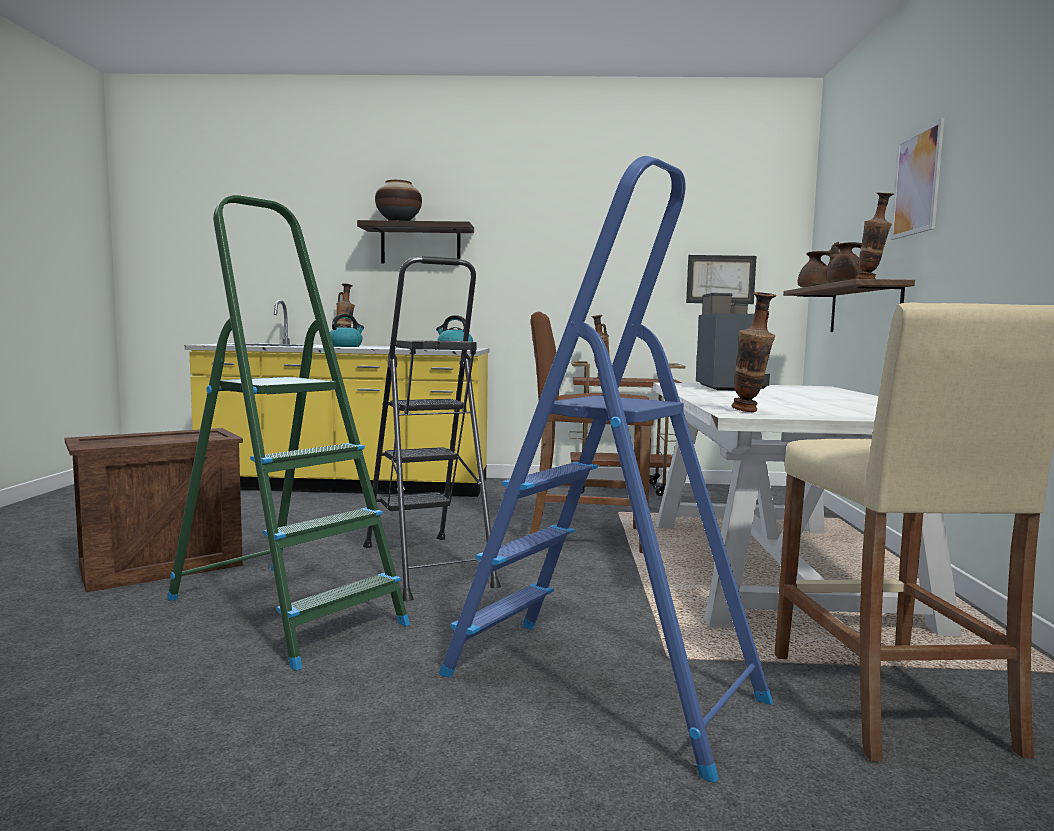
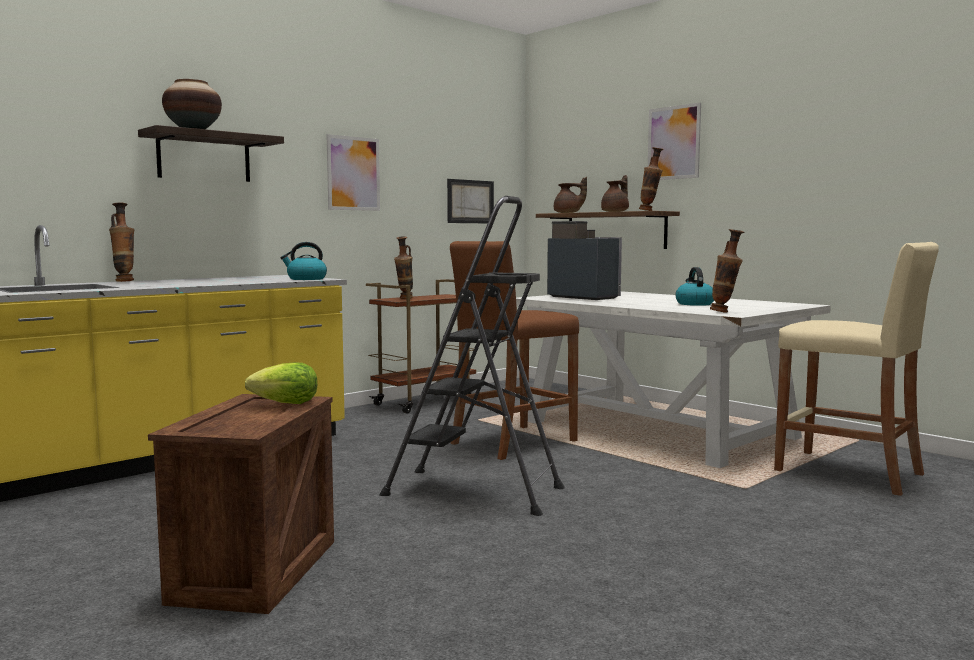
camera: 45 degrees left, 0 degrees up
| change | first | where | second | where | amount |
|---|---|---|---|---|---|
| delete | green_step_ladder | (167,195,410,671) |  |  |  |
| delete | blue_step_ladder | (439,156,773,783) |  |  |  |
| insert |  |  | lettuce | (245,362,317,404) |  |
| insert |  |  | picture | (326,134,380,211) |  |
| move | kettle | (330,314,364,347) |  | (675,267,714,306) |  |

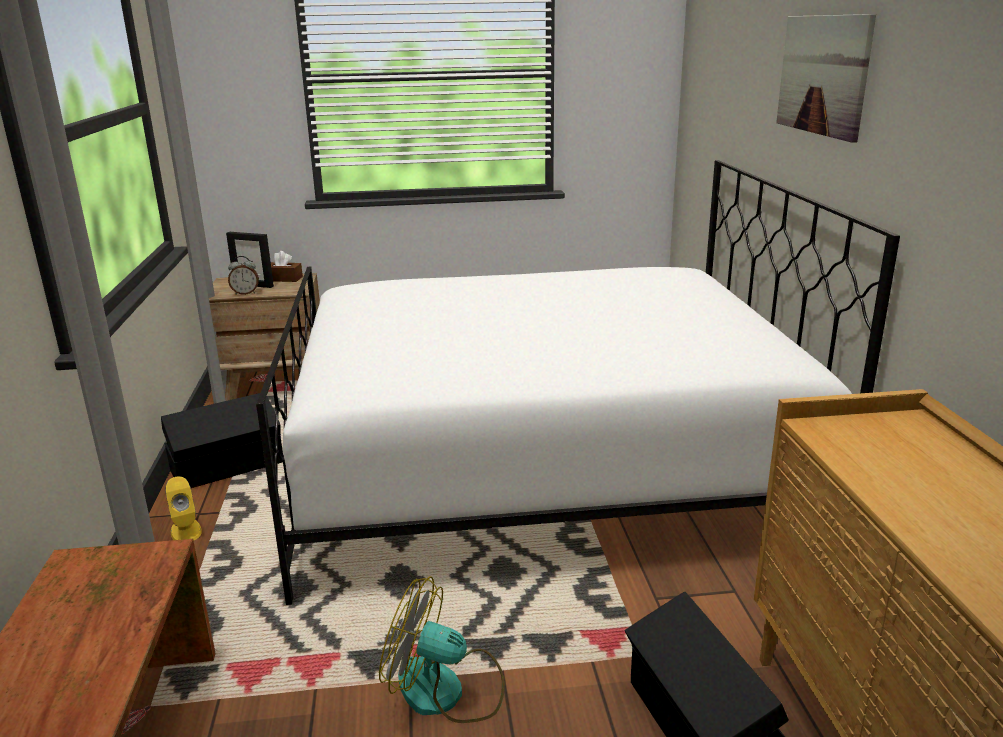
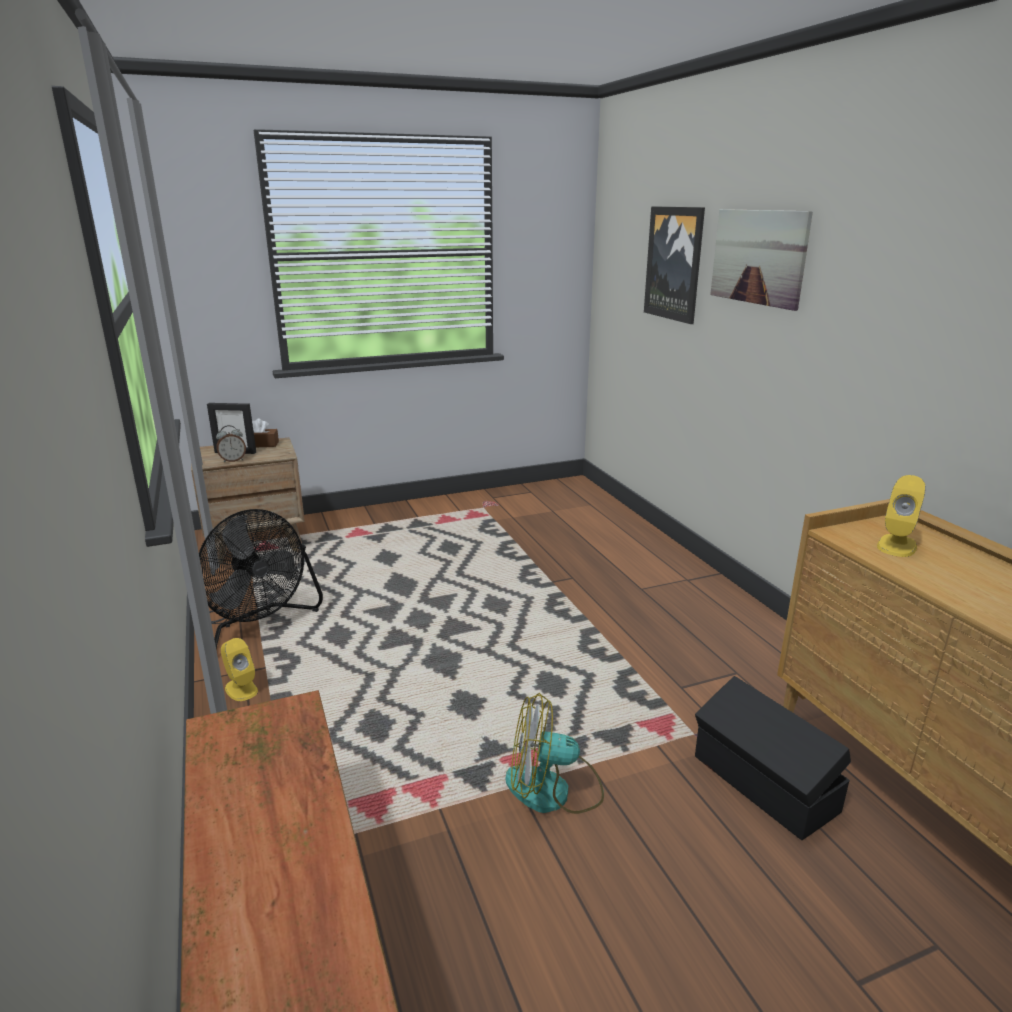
camera: 15 degrees left, 0 degrees up
| change | first | where | second | where | amount |
|---|---|---|---|---|---|
| delete | white_bed | (256,160,900,605) |  |  |  |
| insert |  |  | picture | (644,206,705,324) |  |
| insert |  |  | yellow_speaker | (877,475,926,557) |  |
| replace | black_storage_box | (161,393,283,488) | black_fan | (199,509,323,649) |  |

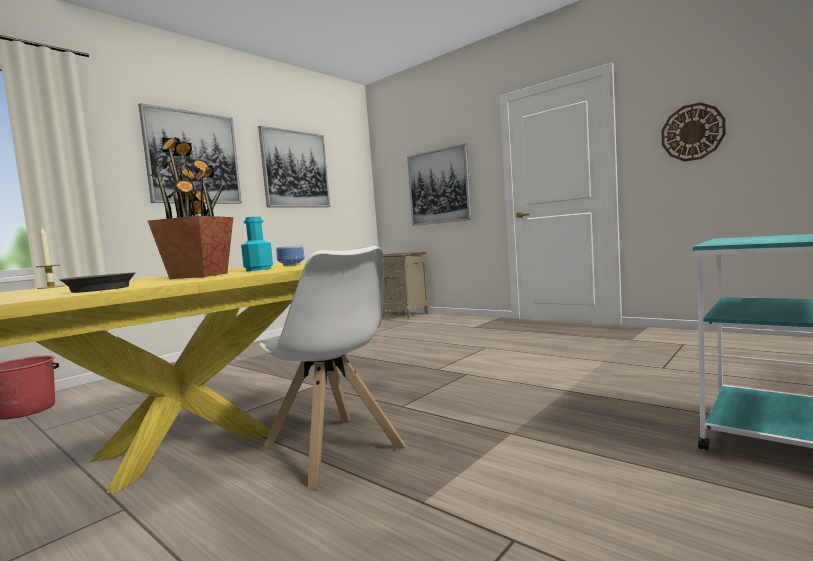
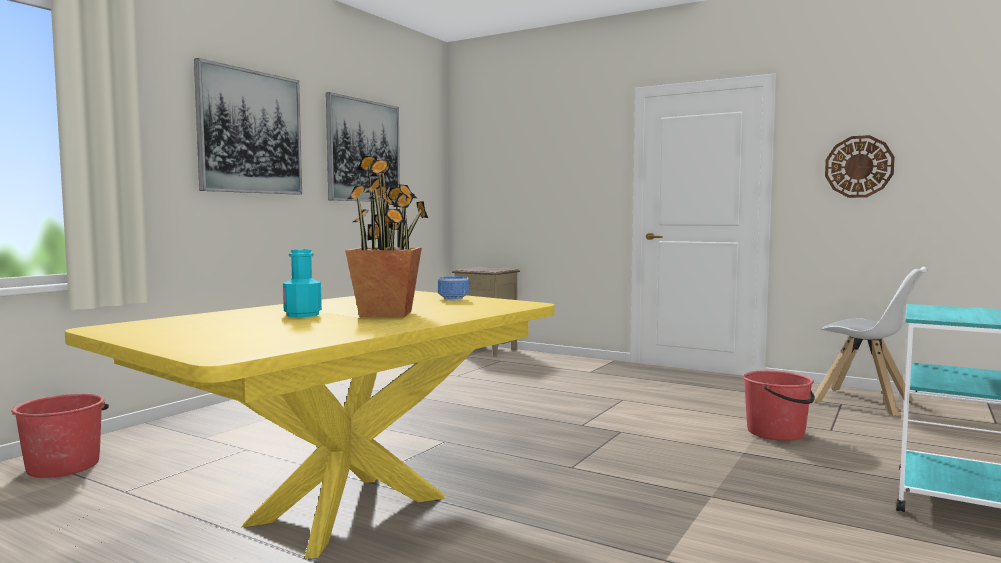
camera: 10 degrees left, 0 degrees up
| change | first | where | second | where | amount |
|---|---|---|---|---|---|
| delete | candle | (36,228,65,289) |  |  |  |
| delete | brown_frying_pan | (59,272,136,293) |  |  |  |
| delete | picture | (407,144,472,226) |  |  |  |
| insert |  |  | red_bucket | (743,370,815,441) |  |
| move | turquoise_bottle | (241,217,273,271) |  | (283,249,322,317) |  |
| move | chair | (259,246,406,488) |  | (813,267,927,416) |  |

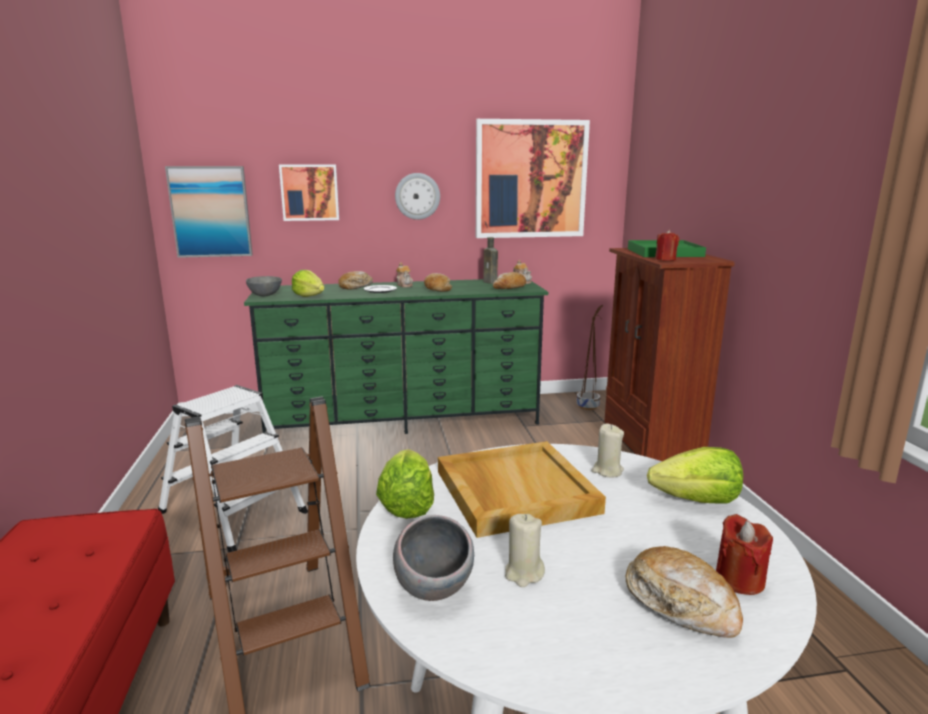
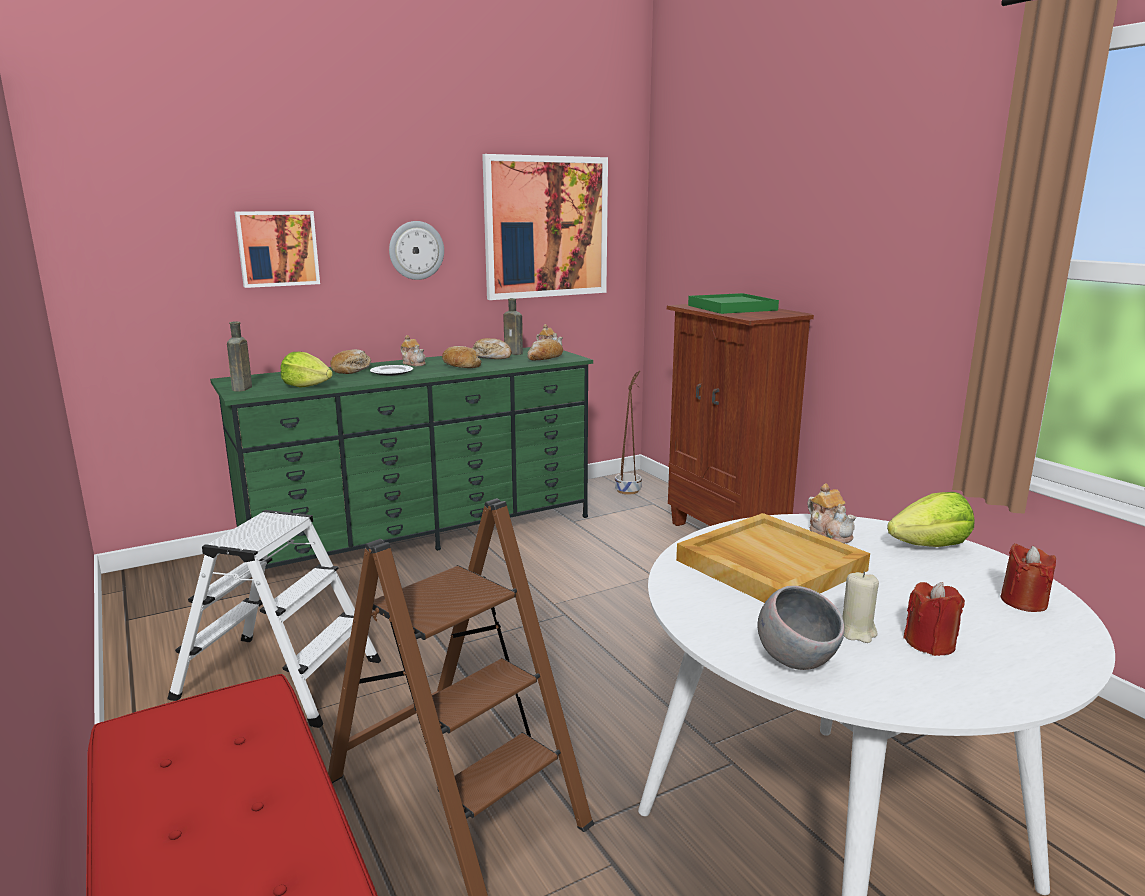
camera: 20 degrees left, 0 degrees up
| change | first | where | second | where | amount |
|---|---|---|---|---|---|
| delete | picture | (165,166,253,258) |  |  |  |
| delete | lettuce | (376,449,434,519) |  |  |  |
| move | bread | (626,546,743,638) |  | (472,338,512,359) |  |
| move | red_candle | (655,230,679,261) |  | (903,582,965,656) |  |
| replace | grey_bowl | (246,276,282,296) | brown_bottle | (227,321,252,392) |  |
| replace | beige_candle | (591,424,624,477) | teapot | (807,483,856,543) |  |

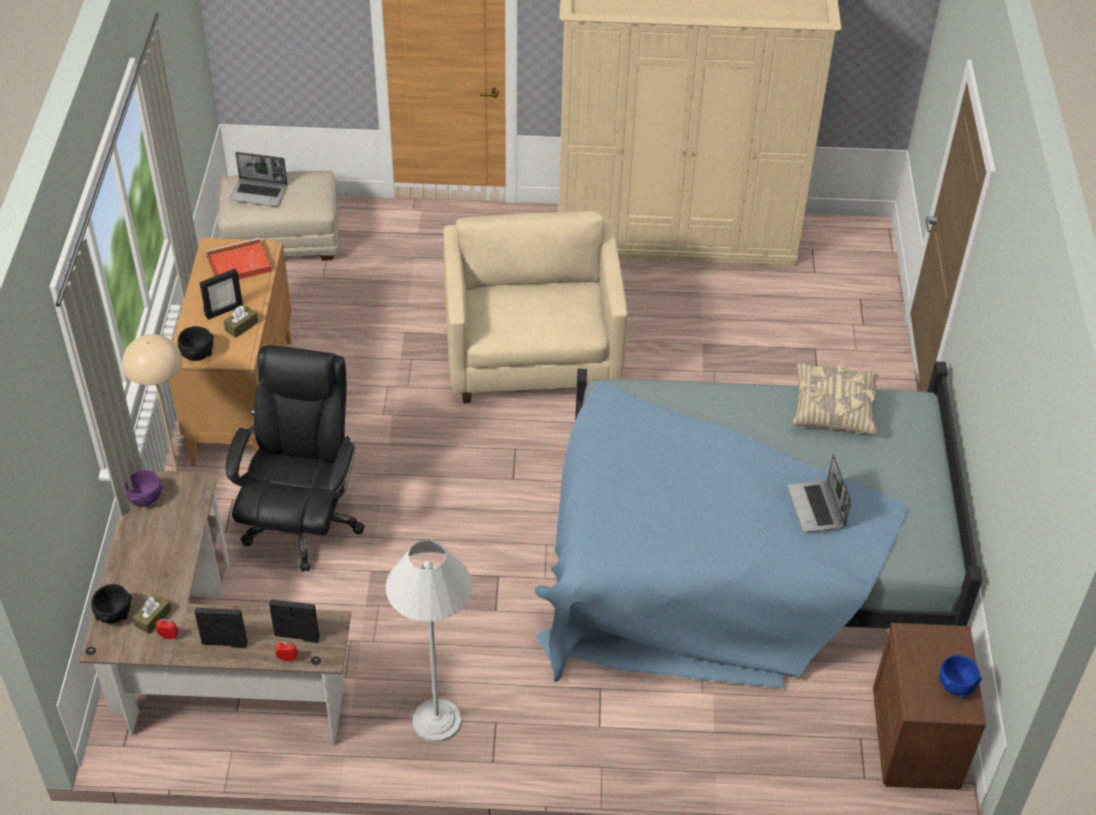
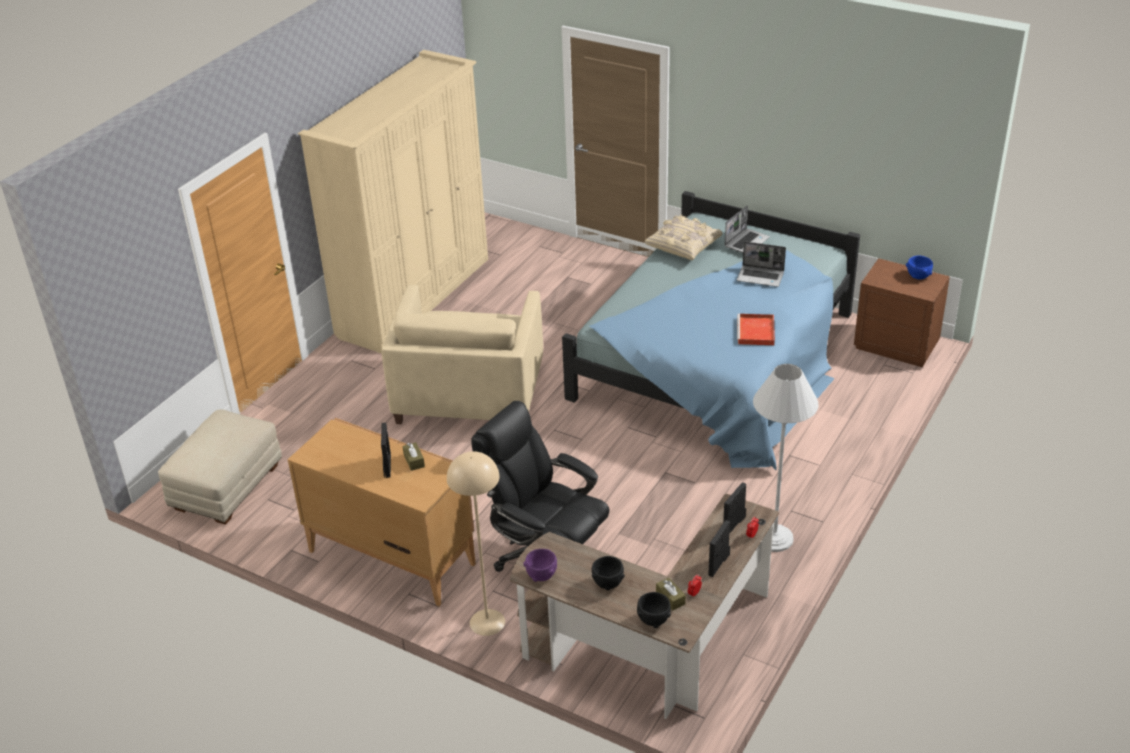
camera: 60 degrees left, 10 degrees down
| change | first | where | second | where | amount |
|---|---|---|---|---|---|
| move | black_bowl | (178,326,214,361) |  | (592,556,625,590) |  |
| move | red_tray | (206,238,272,280) |  | (737,314,775,345) |  |
| move | laptop | (229,152,288,207) |  | (724,205,770,253) |  |
| rotate | beige_armchair | (443,211,628,404) |  | (381,285,543,424) | 105 degrees counterclockwise |

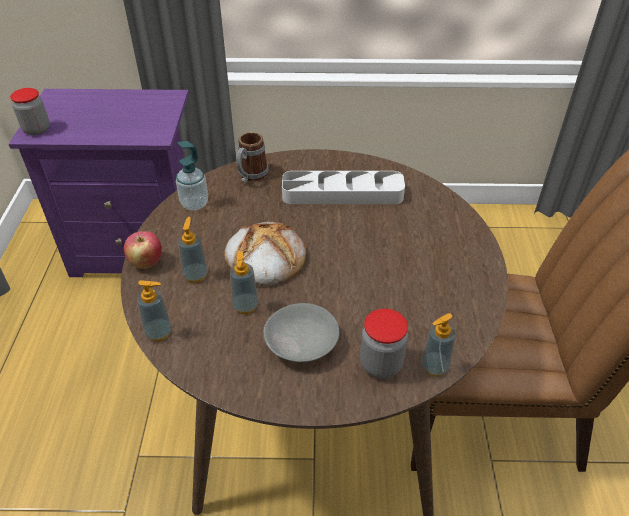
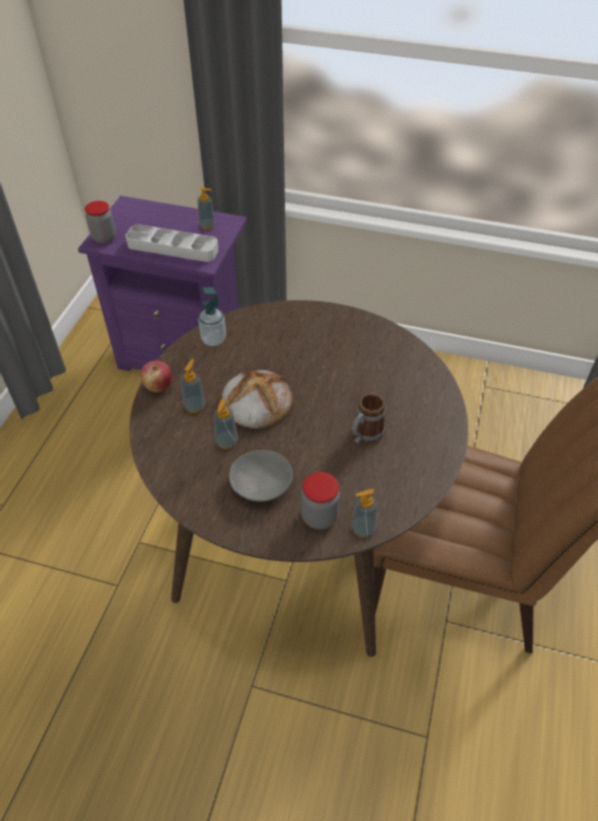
camera: 15 degrees right, 5 degrees up
| change | first | where | second | where | amount |
|---|---|---|---|---|---|
| move | soap_dispenser | (137,280,172,341) |  | (197,187,215,230) |  |
| move | mug | (236,132,269,183) |  | (352,394,386,444) |  |
| move | grey_tray | (282,171,405,204) |  | (125,224,219,262) |  |

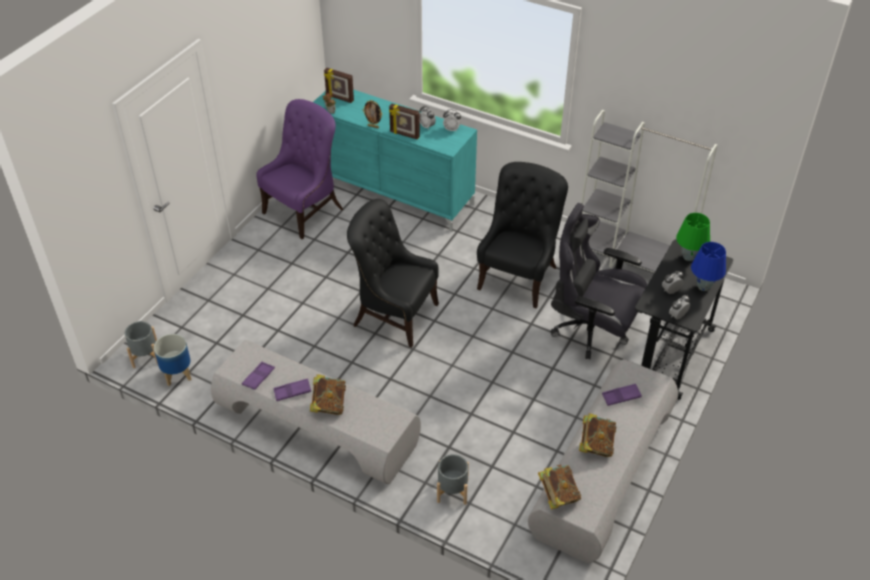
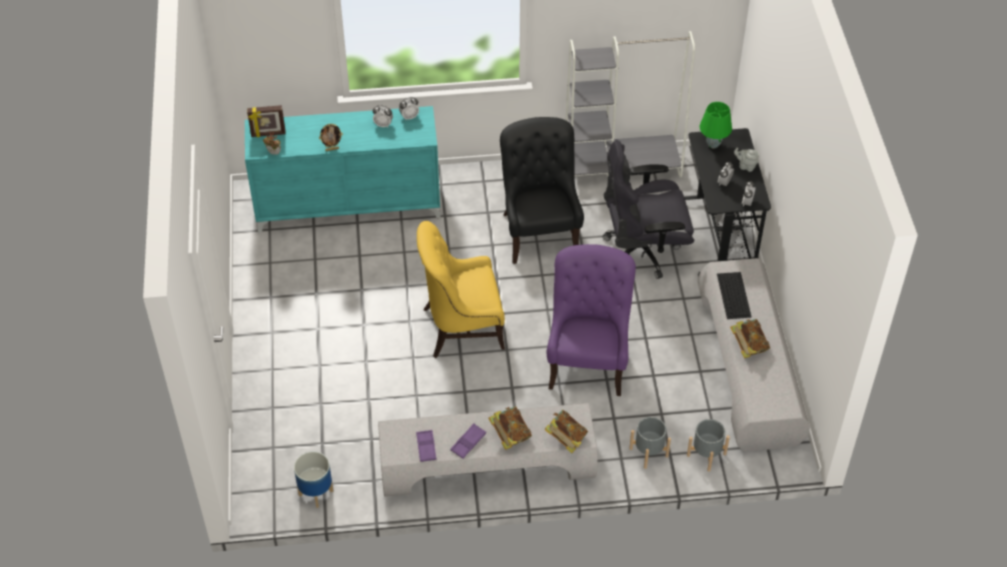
camera: 35 degrees left, 5 degrees up
| change | first | where | second | where | amount |
|---|---|---|---|---|---|
| delete | picture_frame | (389,104,420,139) |  |  |  |
| move | grey_planter | (125,321,158,368) |  | (687,419,730,472) |  |
| move | purple_chair | (256,99,343,239) |  | (546,244,636,396) |  |
| move | book | (538,465,581,510) |  | (544,410,588,453) |  |
| replace | purple_tray | (602,384,642,406) | keyboard | (717,272,752,319) |  |
| replace | blue_table_lamp | (691,242,726,291) | grey_teapot | (734,148,759,172) |  |
| recolor | black_chair | (347,199,439,348) | yellow_chair | (417,221,505,358) |  |

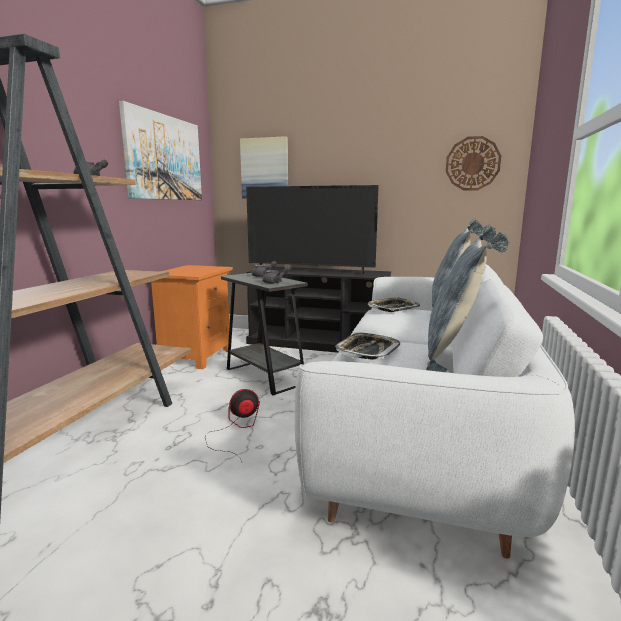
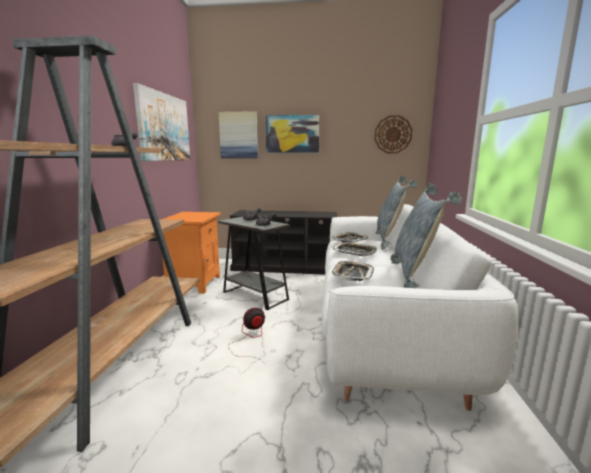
camera: 10 degrees left, 0 degrees up
| change | first | where | second | where | amount |
|---|---|---|---|---|---|
| delete | television | (246,185,379,275) |  |  |  |
| insert |  |  | picture | (265,115,320,153) |  |
| insert |  |  | tray | (333,242,377,256) |  |

